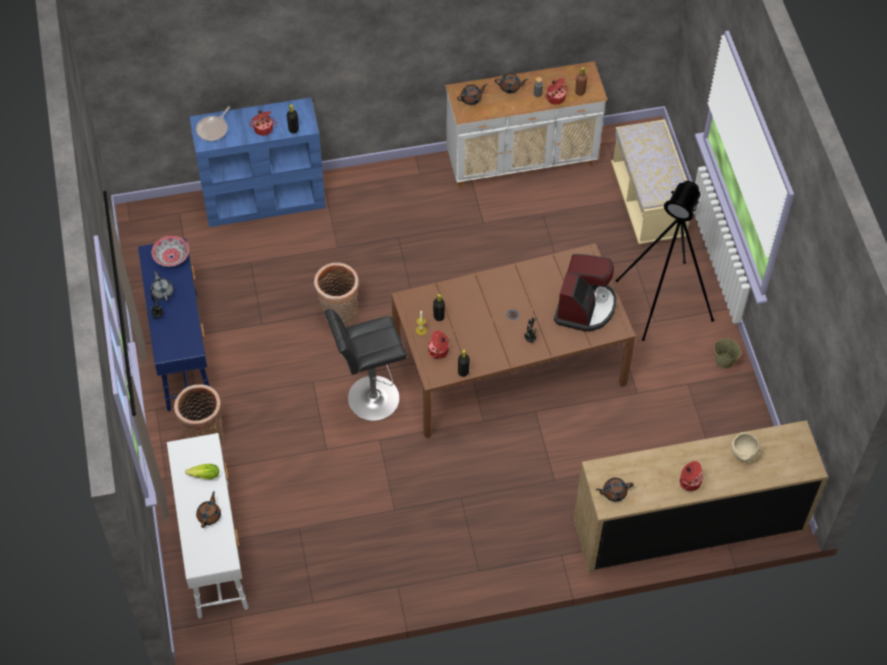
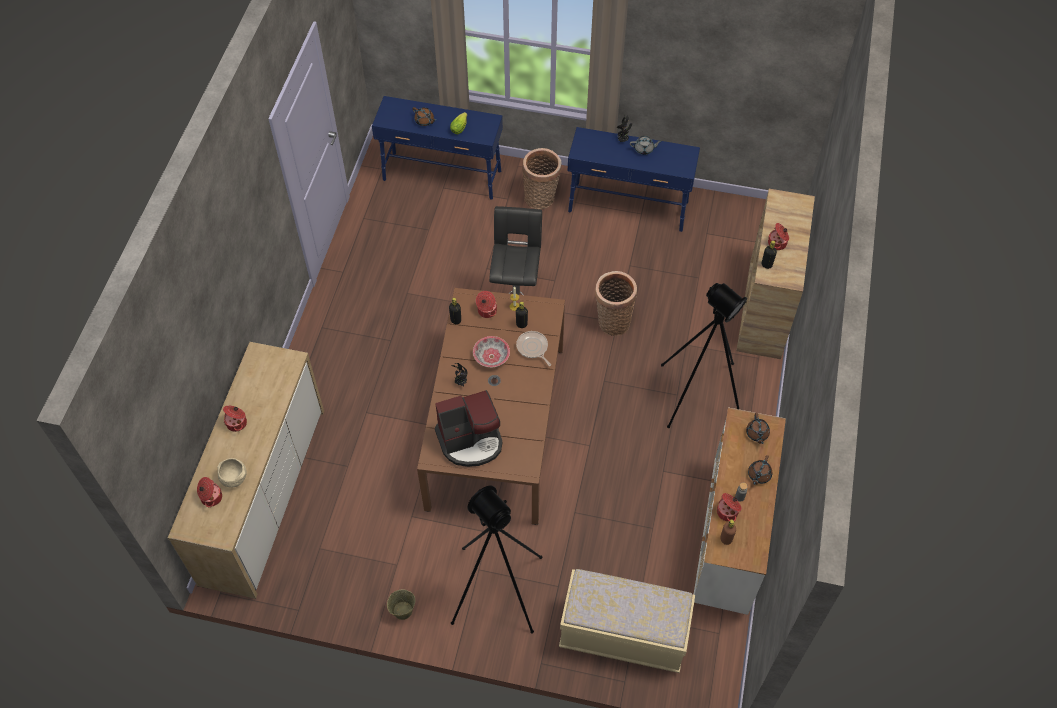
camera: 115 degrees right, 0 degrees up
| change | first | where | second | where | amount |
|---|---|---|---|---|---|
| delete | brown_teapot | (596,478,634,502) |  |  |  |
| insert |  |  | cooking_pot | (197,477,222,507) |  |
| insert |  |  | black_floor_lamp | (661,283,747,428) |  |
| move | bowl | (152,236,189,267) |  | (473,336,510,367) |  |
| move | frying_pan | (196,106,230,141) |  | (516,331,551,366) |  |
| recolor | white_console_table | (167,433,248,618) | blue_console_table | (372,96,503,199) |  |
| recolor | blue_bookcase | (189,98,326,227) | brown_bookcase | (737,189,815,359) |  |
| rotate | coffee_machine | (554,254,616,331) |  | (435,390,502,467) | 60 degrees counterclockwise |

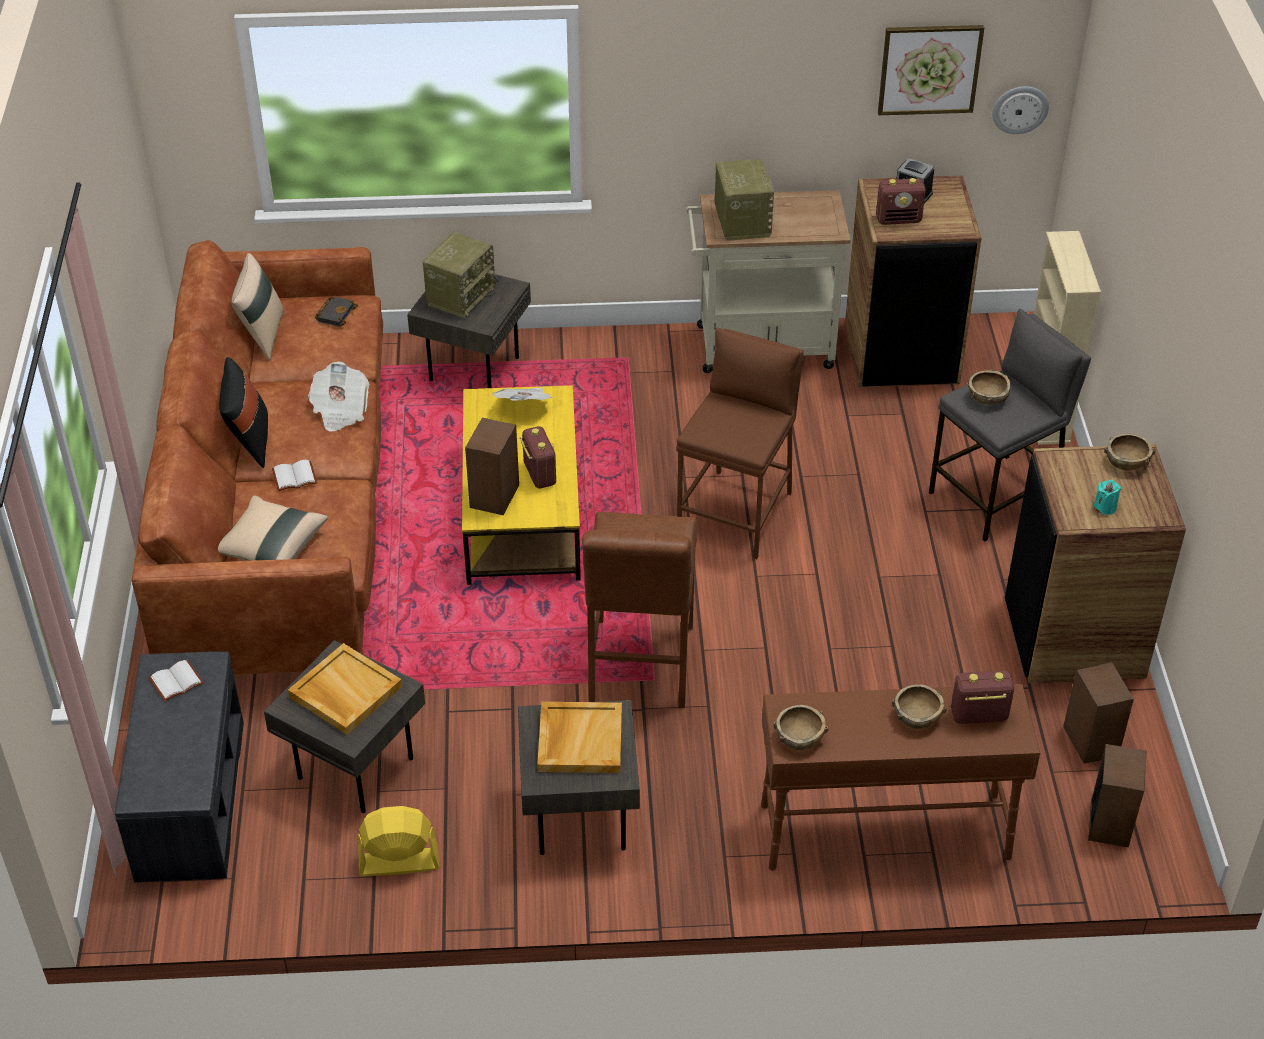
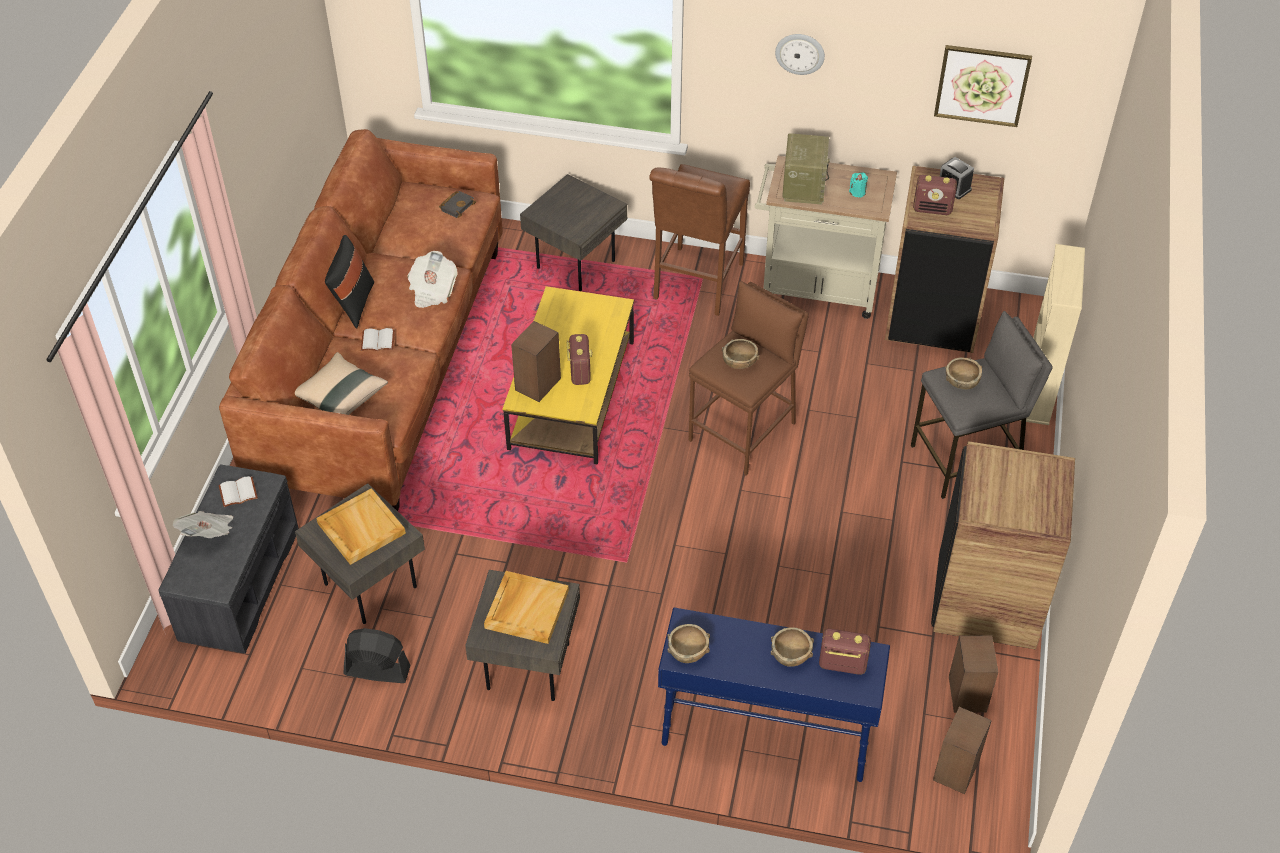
camera: 15 degrees right, 5 degrees up
| change | first | where | second | where | amount |
|---|---|---|---|---|---|
| delete | beige_pillow | (231,253,284,360) |  |  |  |
| delete | radio | (423,232,498,318) |  |  |  |
| move | newspaper | (493,387,553,401) |  | (173,511,233,538) |  |
| move | brown_stool | (582,512,698,708) |  | (649,164,750,316) |  |
| move | wall_clock | (992,86,1049,134) |  | (775,34,825,75) |  |
| move | turquoise_candle | (1094,480,1121,515) |  | (849,173,868,198) |  |
| move | brown_bowl | (1104,434,1156,471) |  | (722,339,759,369) |  |
| recolor | yellow_fan | (358,806,439,876) | black_fan | (343,628,410,683) |  |
| recolor | brown_console_table | (761,684,1040,871) | blue_console_table | (658,607,890,782) |  |

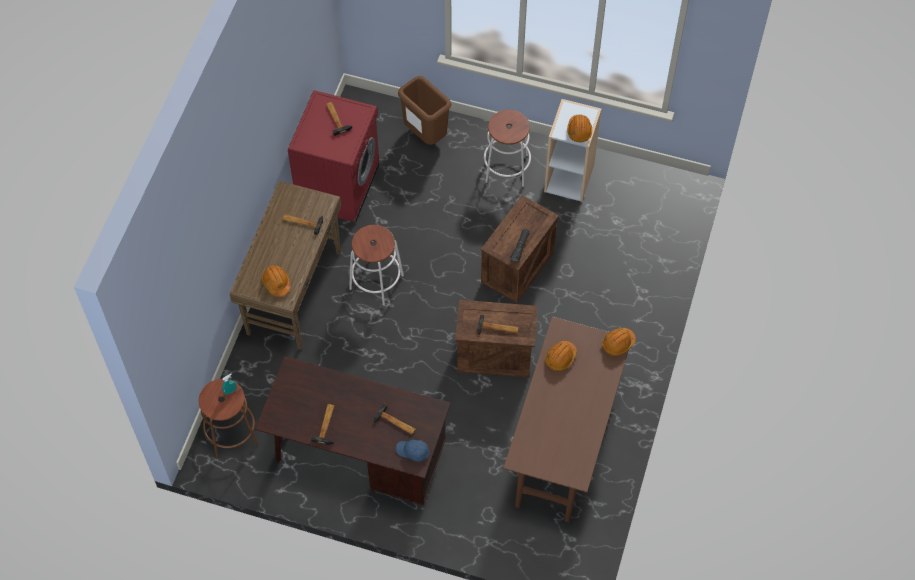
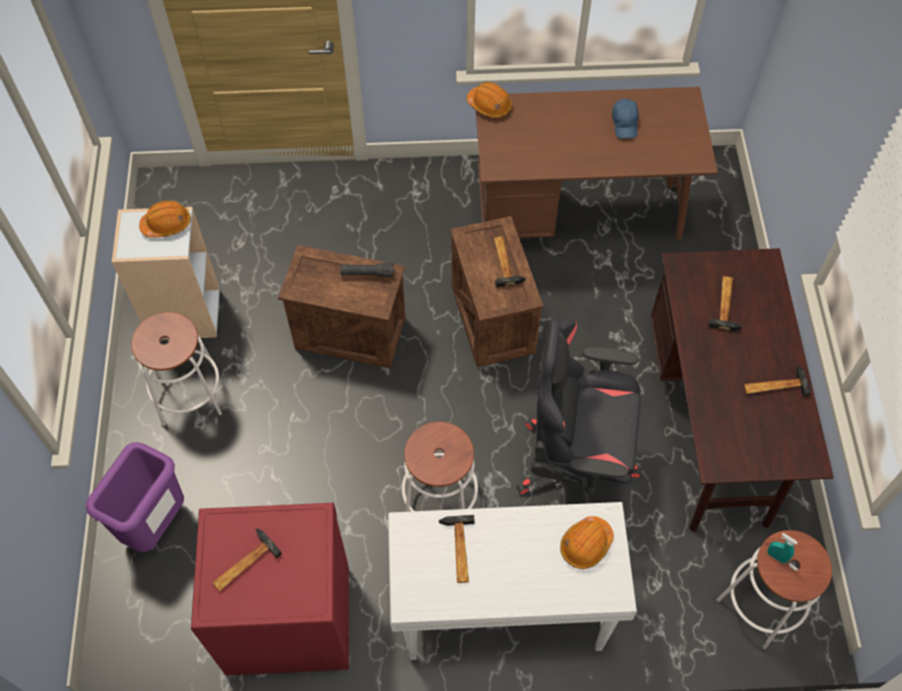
camera: 110 degrees left, 0 degrees up
| change | first | where | second | where | amount |
|---|---|---|---|---|---|
| delete | orange_hard_hat | (545,341,577,371) |  |  |  |
| insert |  |  | black_office_chair | (516,317,641,504) |  |
| move | blue_cap | (396,439,429,462) |  | (612,99,639,139) |  |
| recolor | brown_stool | (199,379,258,459) | white_stool | (717,530,832,649) |  |
| recolor | brown_console_table | (230,181,341,350) | white_console_table | (388,502,637,660) |  |
| recolor | brown_trash_can | (398,76,451,145) | purple_trash_can | (86,442,184,552) |  |

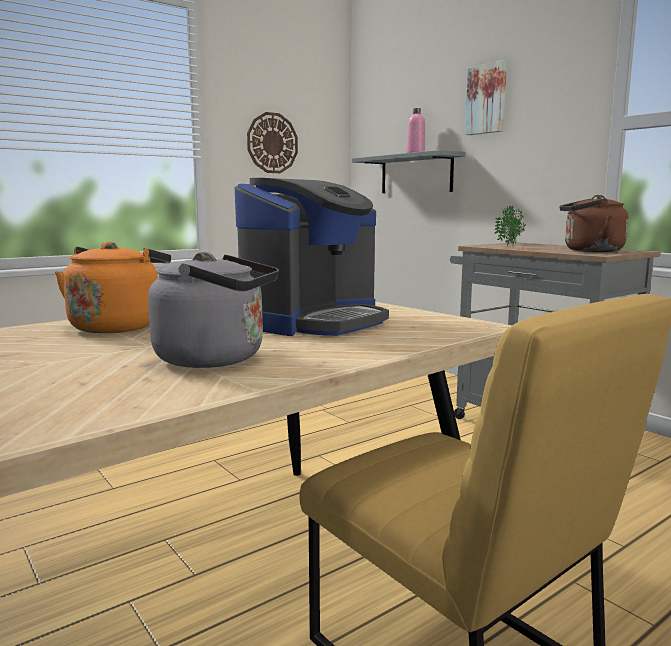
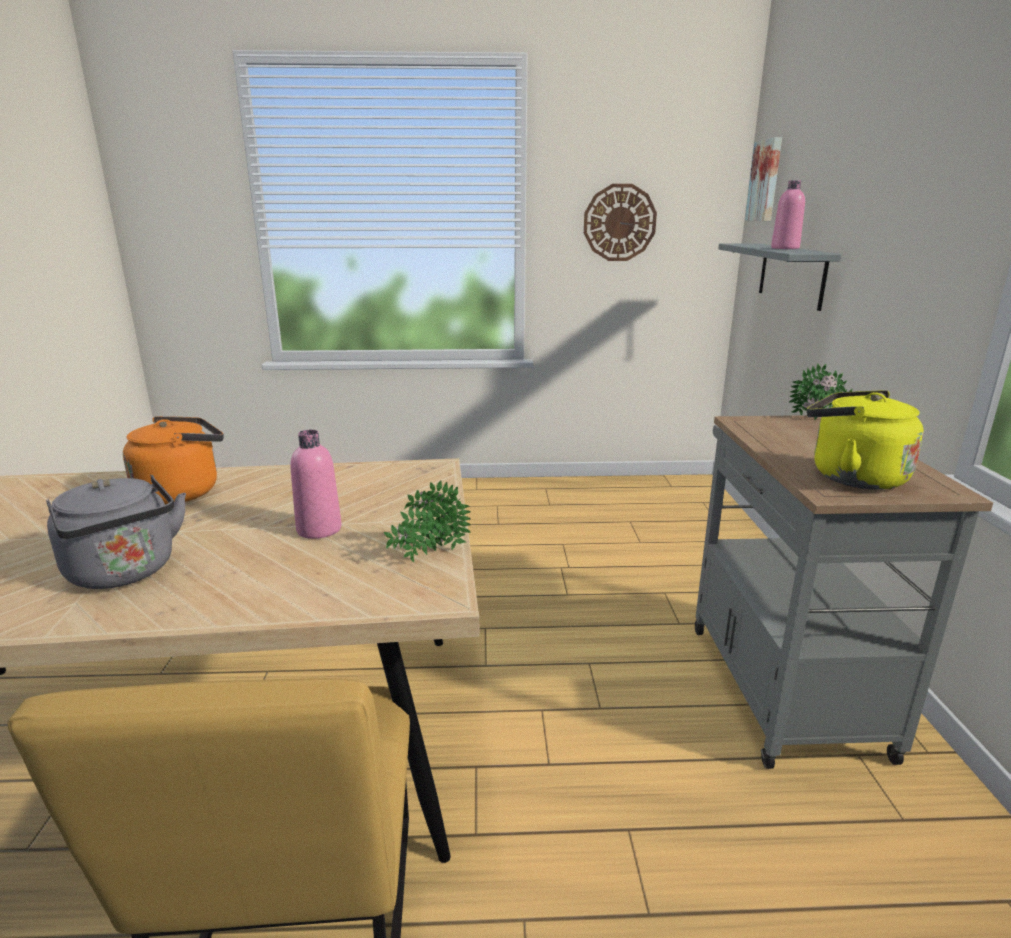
camera: 35 degrees right, 10 degrees up
| change | first | where | second | where | amount |
|---|---|---|---|---|---|
| move | picture | (465,60,507,135) |  | (745,137,782,221) |  |
| move | potted_plant | (501,205,521,247) |  | (384,480,471,562) |  |
| replace | coffee_machine | (235,178,389,336) | pink_bottle | (291,430,342,539) |  |
| recolor | brown_kettle | (559,195,628,252) | yellow_kettle | (807,390,924,490) |  |

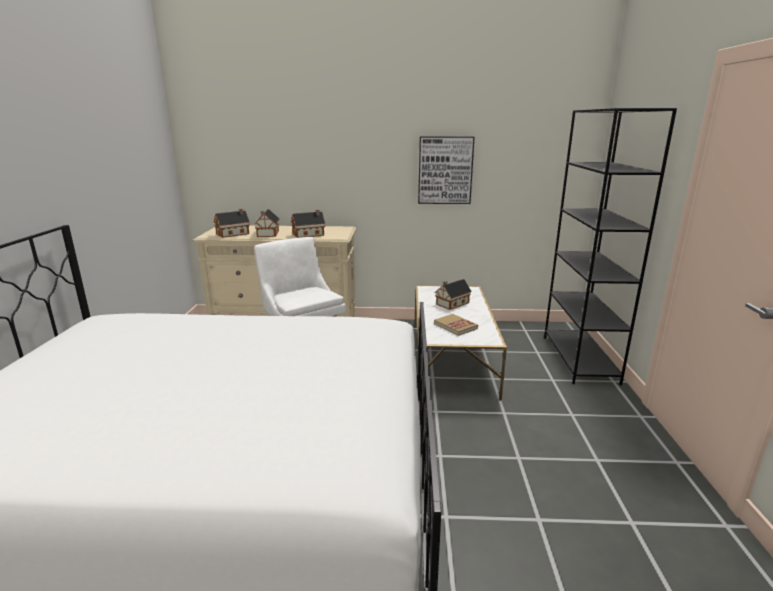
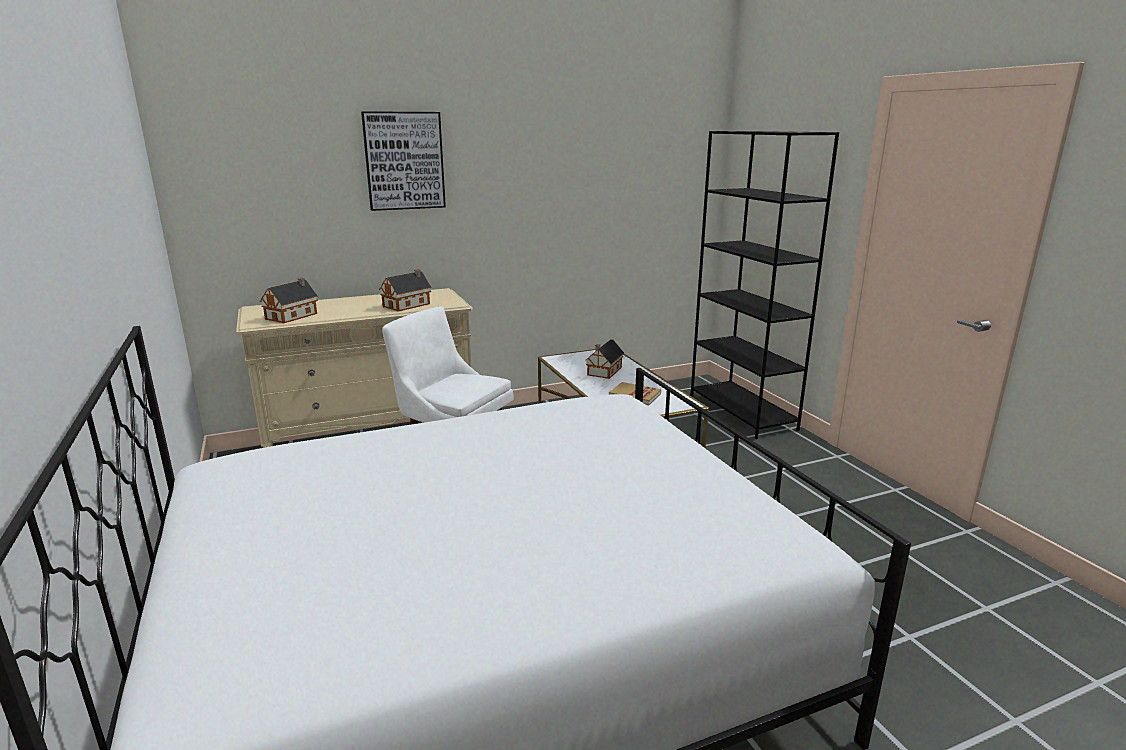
camera: 25 degrees left, 0 degrees up
| change | first | where | second | where | amount |
|---|---|---|---|---|---|
| delete | toy_house | (254,209,279,237) |  |  |  |
| move | picture | (418,136,475,204) |  | (361,111,446,211) |  |

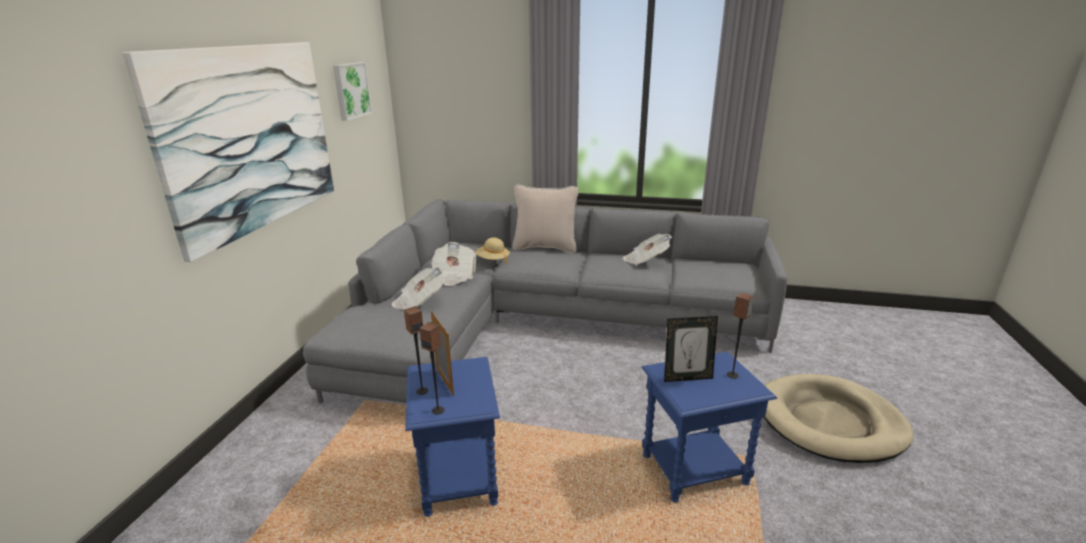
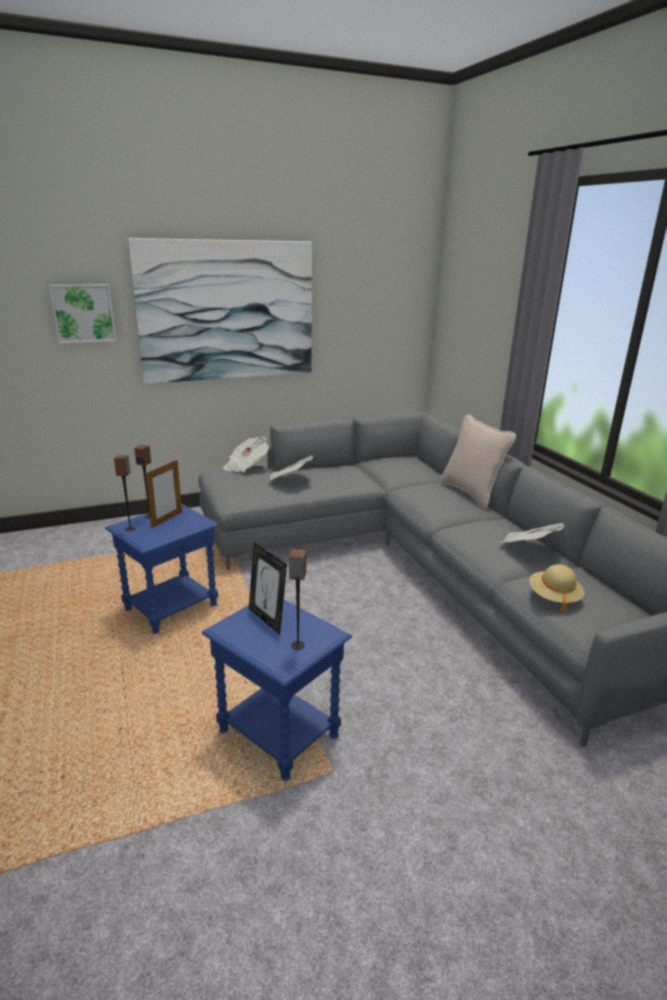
camera: 55 degrees right, 0 degrees up
| change | first | where | second | where | amount |
|---|---|---|---|---|---|
| delete | beige_dog_bed | (764,374,914,463) |  |  |  |
| move | picture | (333,62,372,121) |  | (49,284,116,344) |  |
| move | newspaper | (431,242,477,286) |  | (223,437,269,472) |  |
| move | beige_hat | (476,237,510,264) |  | (529,564,584,613) |  |

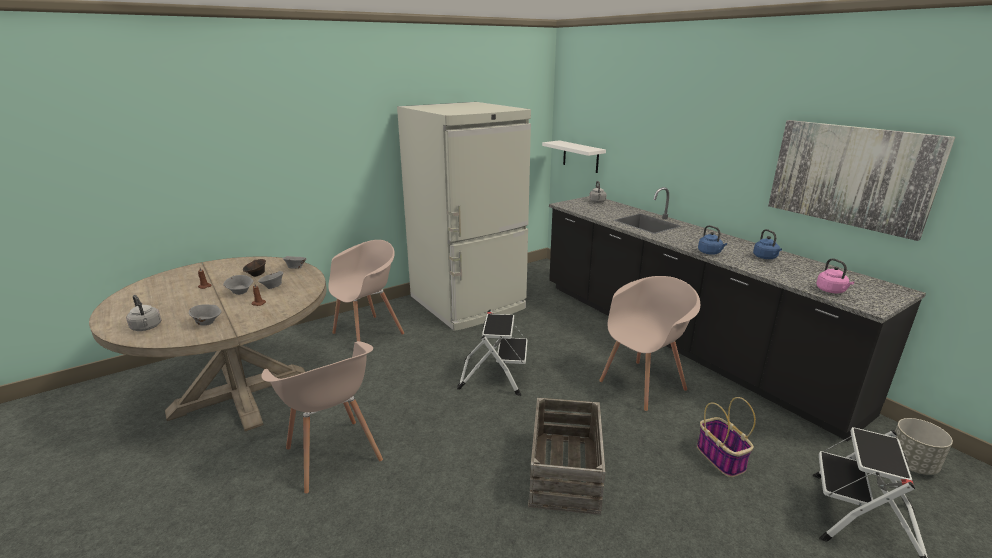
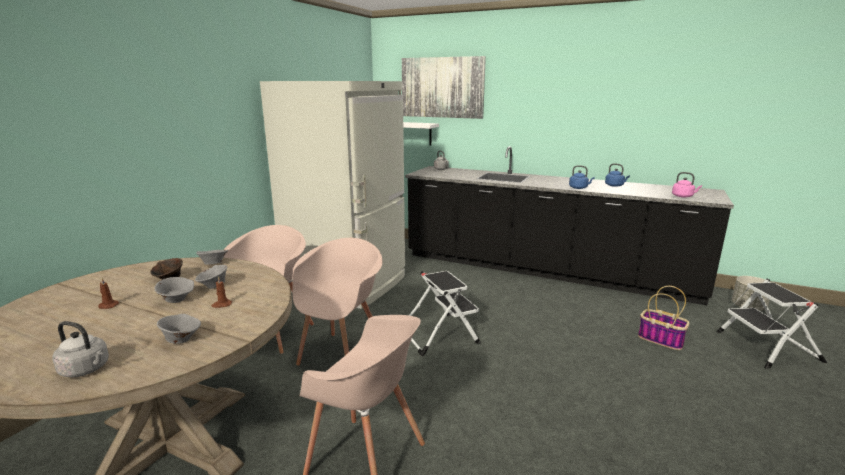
camera: 30 degrees left, 5 degrees down
| change | first | where | second | where | amount |
|---|---|---|---|---|---|
| delete | crate | (528,398,605,515) |  |  |  |
| move | beige_chair | (599,276,700,411) |  | (292,238,383,366) |  |
| move | picture | (768,120,955,241) |  | (402,56,486,119) |  |

